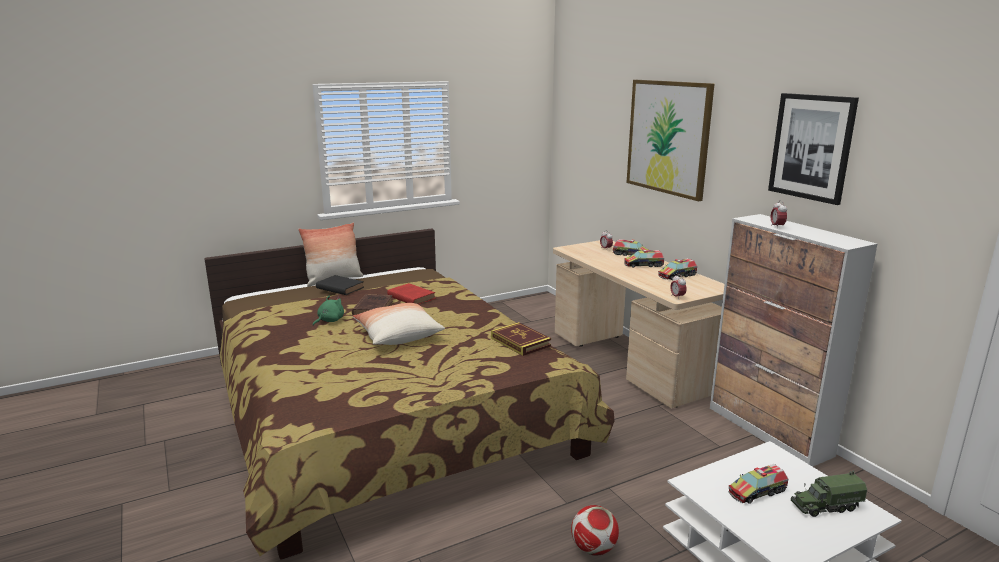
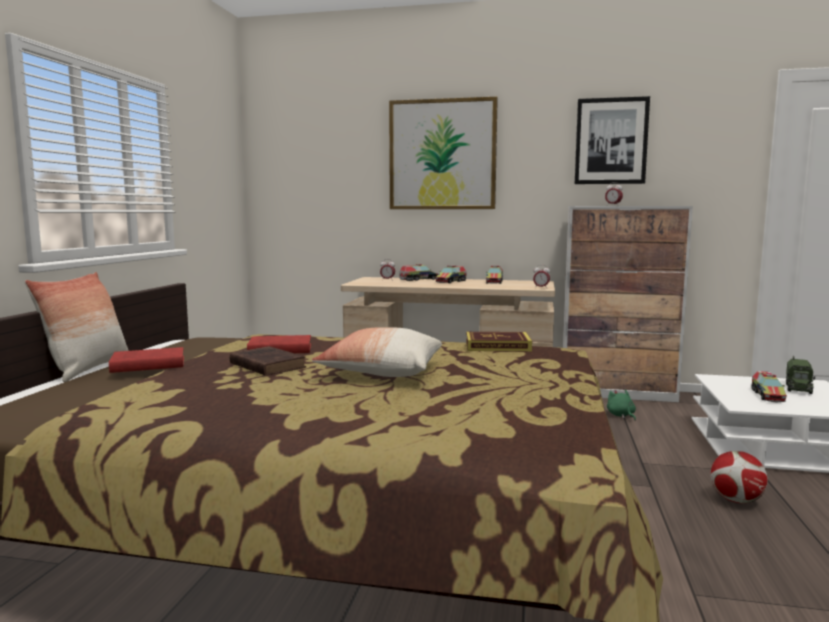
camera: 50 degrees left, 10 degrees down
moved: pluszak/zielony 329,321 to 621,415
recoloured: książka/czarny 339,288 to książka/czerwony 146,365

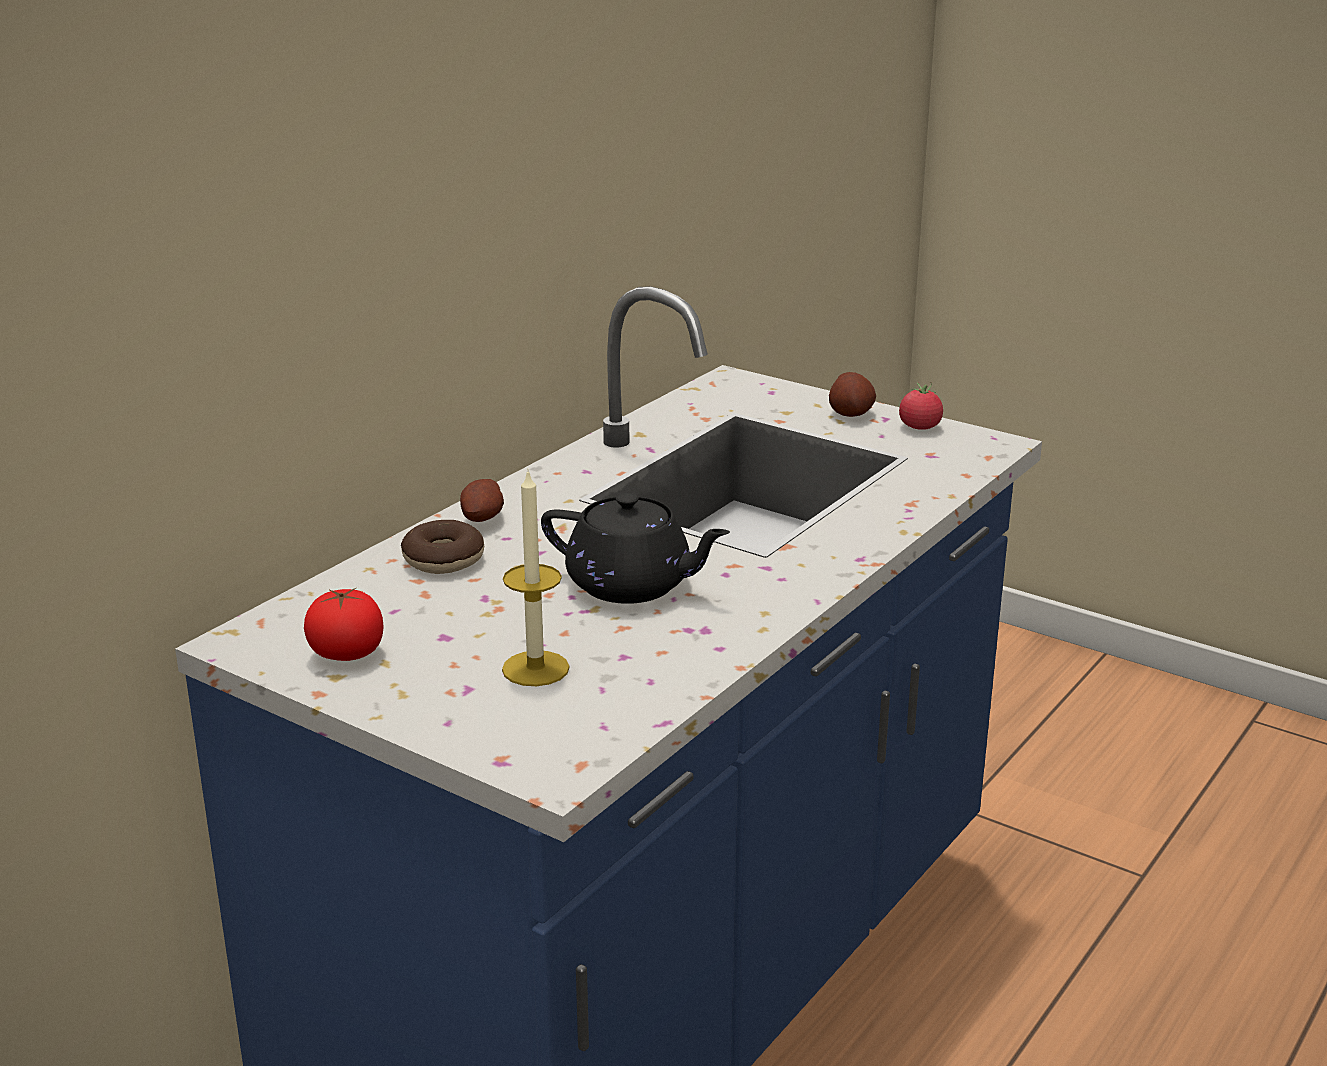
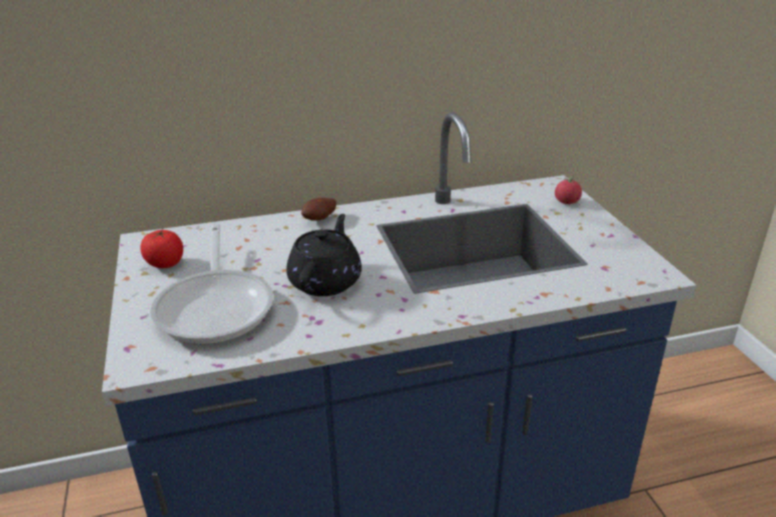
camera: 40 degrees right, 5 degrees up
removed: donut 443,559; ziemniak 851,413
moved: pomidor 919,427 to 566,202
replaced: świeca 535,668 to patelnia 216,306
turned: imbryk/czarny 632,585 = 326,281 135 degrees counterclockwise

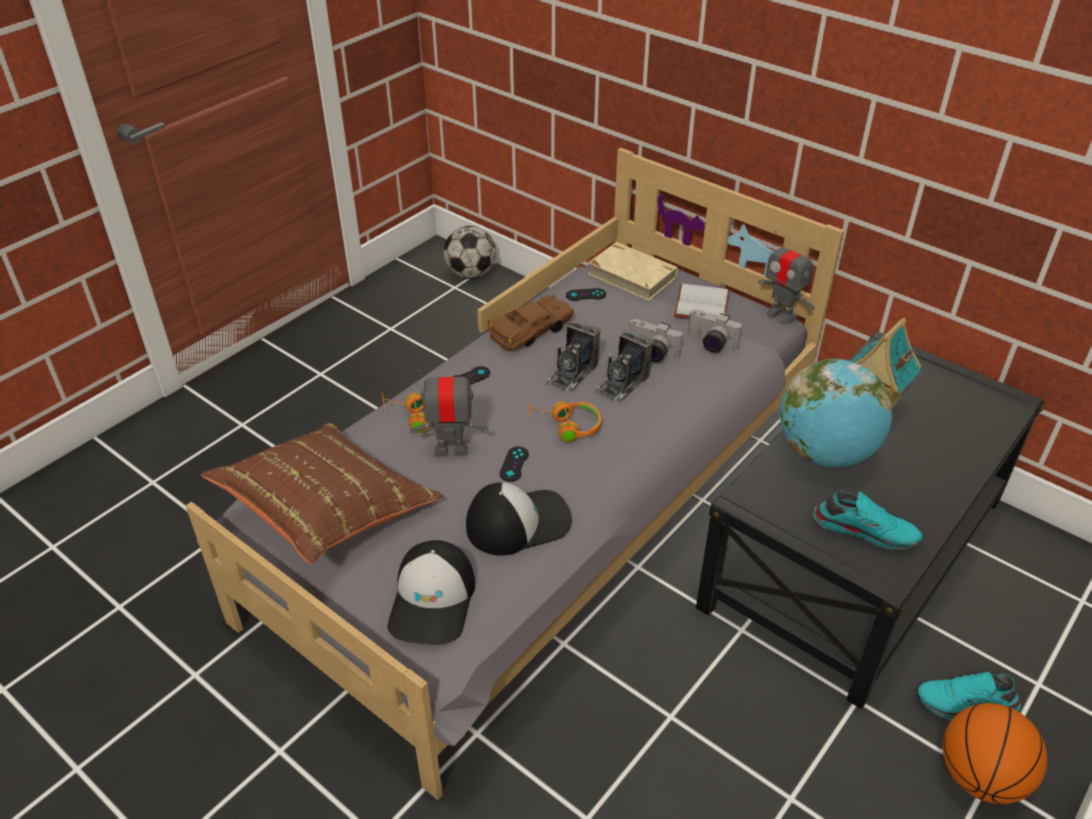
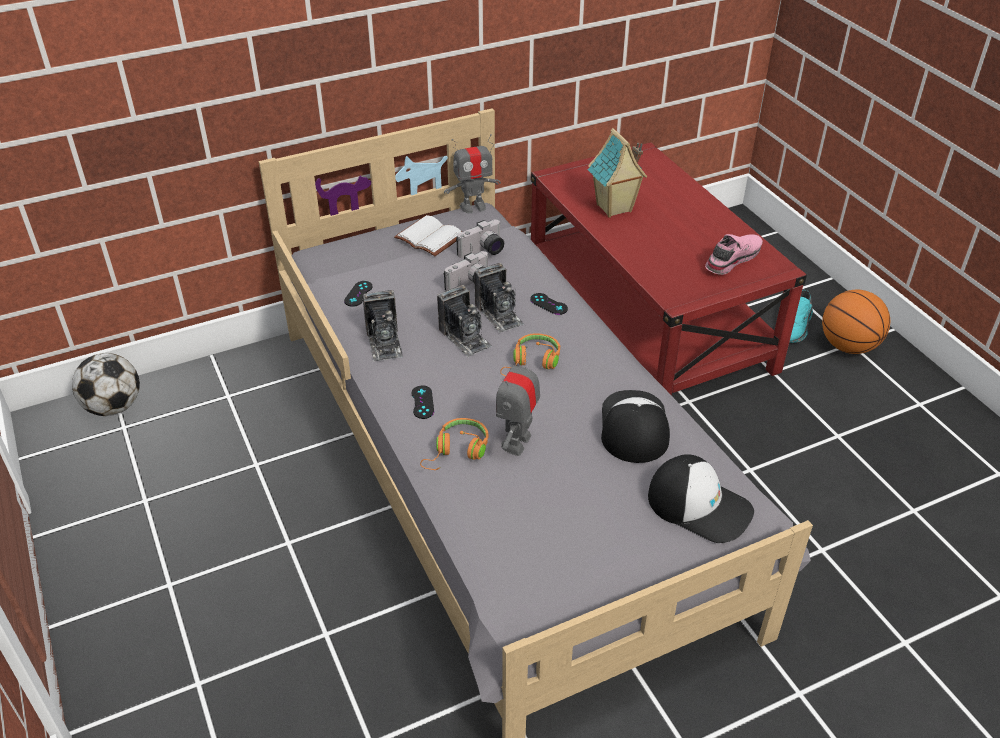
camera: 65 degrees left, 0 degrees up
removed: poduszka/brązowy 328,512; książka/beżowy 632,275; globus 825,453
moved: pad do gier/czarny 514,464 to 548,304
replaced: samochodzik/brązowy 532,331 to aparat fotograficzny 384,342
recoloured: ława/czarny 854,553 to ława/czerwony 647,317; but/turkusowy 865,529 to but/różowy 731,259

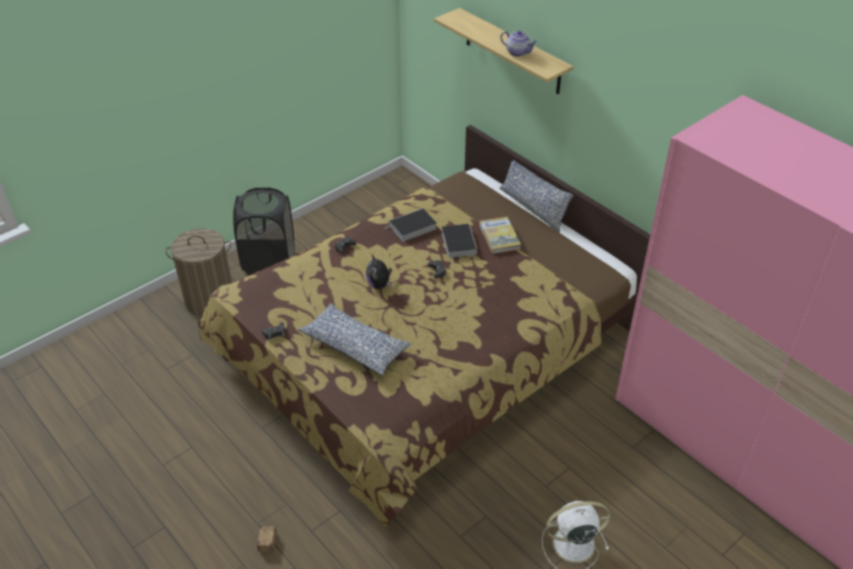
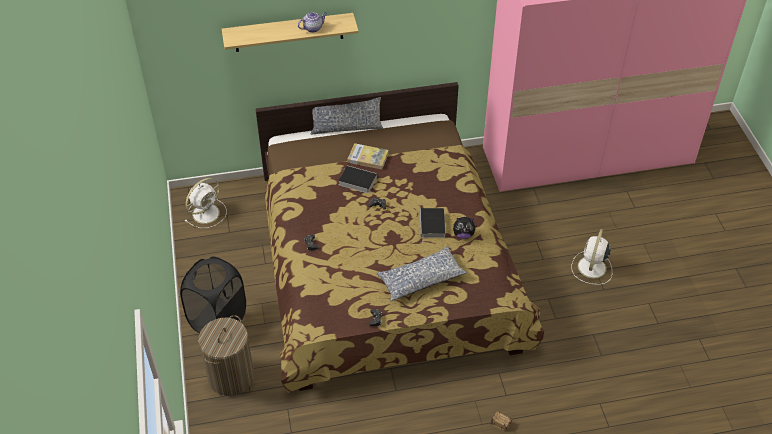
camera: 60 degrees left, 5 degrees up
added: wentylator/biały 207,213
moved: pluszak 379,285 to 463,235; książka 412,228 to 432,226

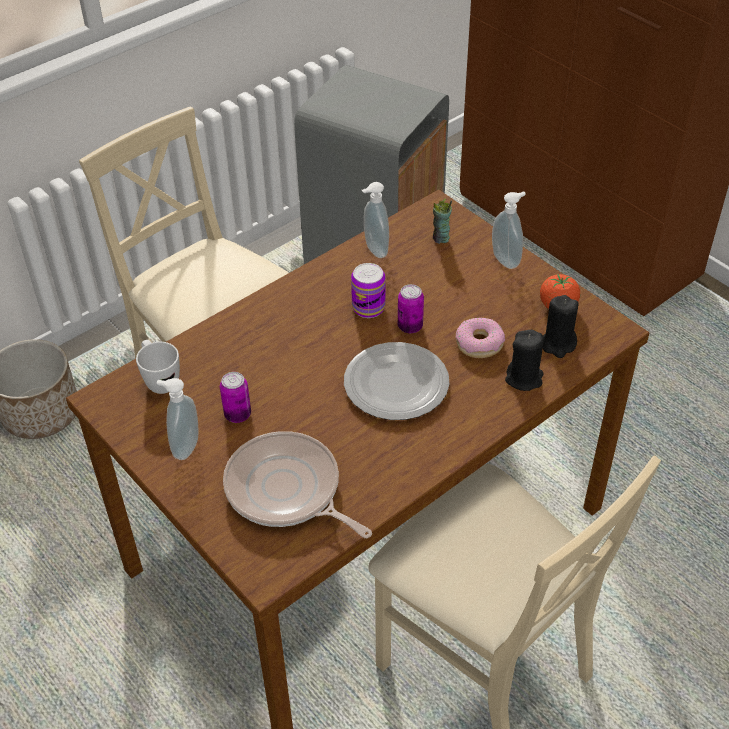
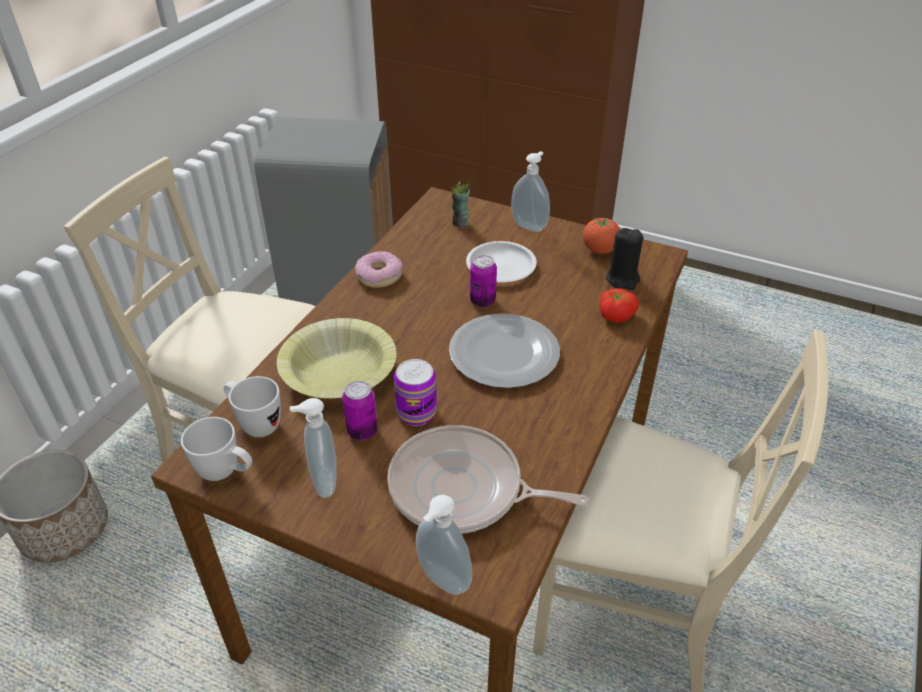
camera: 25 degrees left, 5 degrees down
added: kubek/biały 226,473; miska/żółty 339,372; talerz/biały 501,266
moved: puszka 368,308 to 416,413; dozownik mydła 374,250 to 441,581; donut 479,343 to 379,276
replaced: świeca/czarny 524,378 to pomidor 615,315

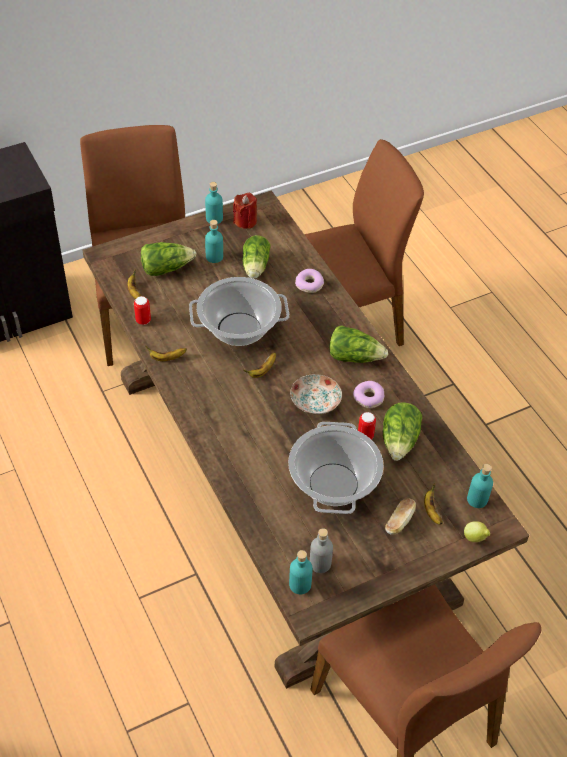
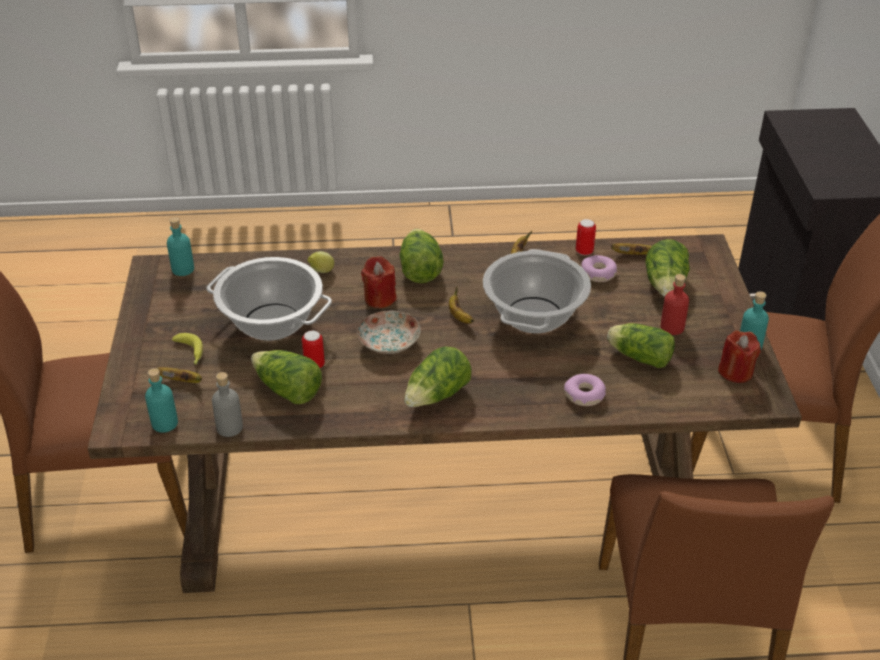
camera: 115 degrees right, 10 degrees down
added: świeca/czerwony 380,298; sałata 419,269
moved: butelka/szary 320,563 to 229,427; donut 369,398 to 598,274; cytryna 475,538 to 321,272
replaced: chleb 399,522 to banan 190,353
recoloured: butelka/turkusowy 214,257 to butelka/czerwony 672,327

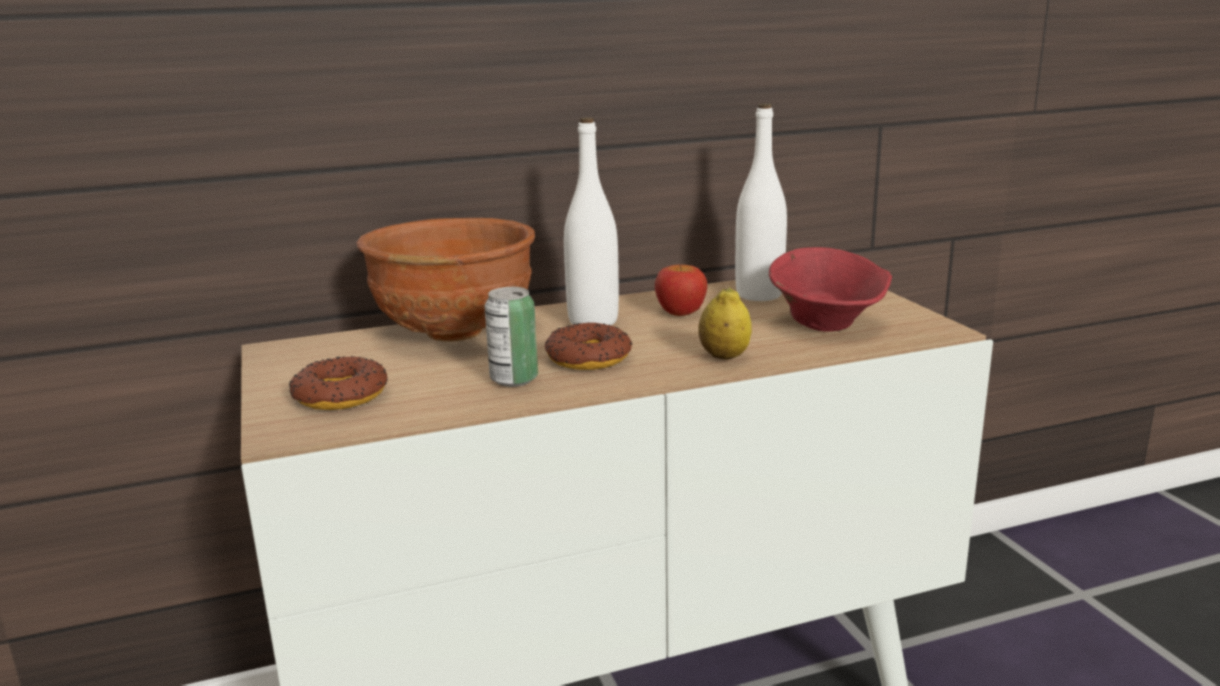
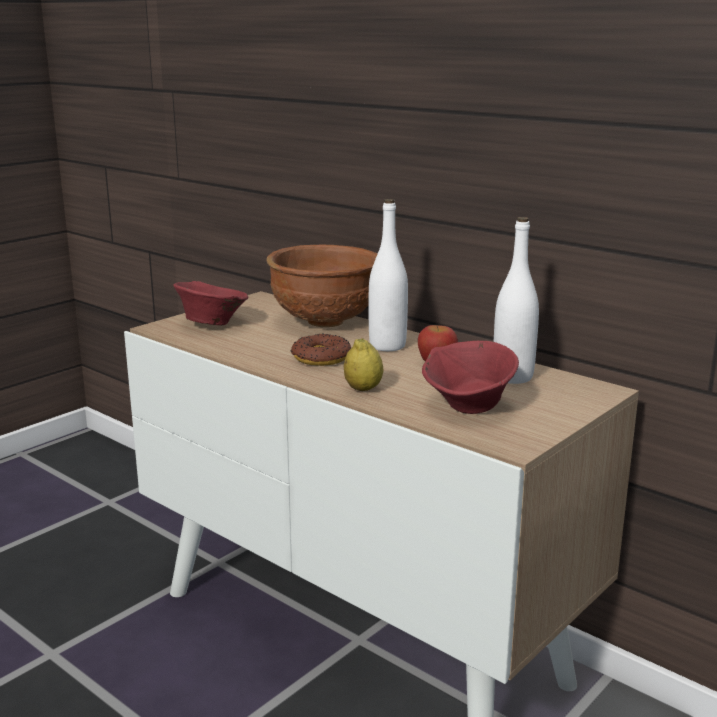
camera: 60 degrees right, 0 degrees up
removed: puszka 514,380
replaced: donut 340,395 to miska/czerwony 212,324

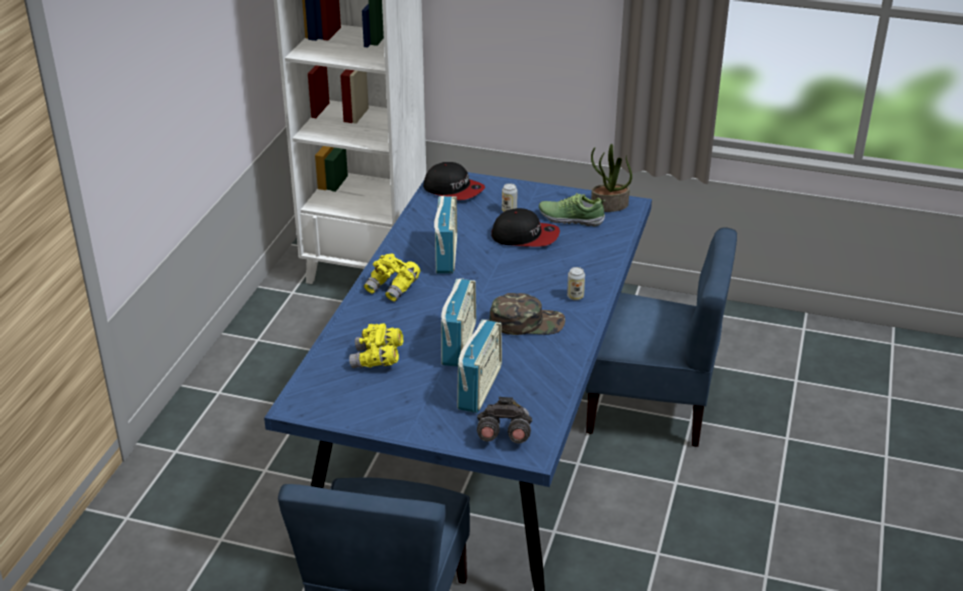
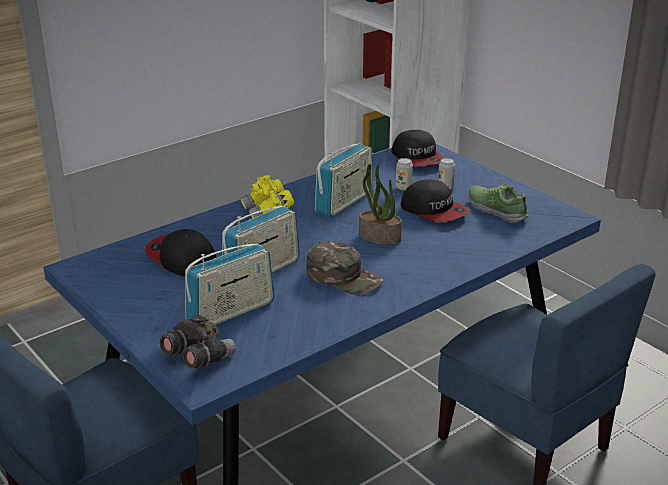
camera: 35 degrees right, 5 degrees down
moved: puszka 575,297 to 403,187; roślina doniczkowa 609,206 to 379,237
replaced: lornetka/żółty 377,360 to czapka z daszkiem 181,258

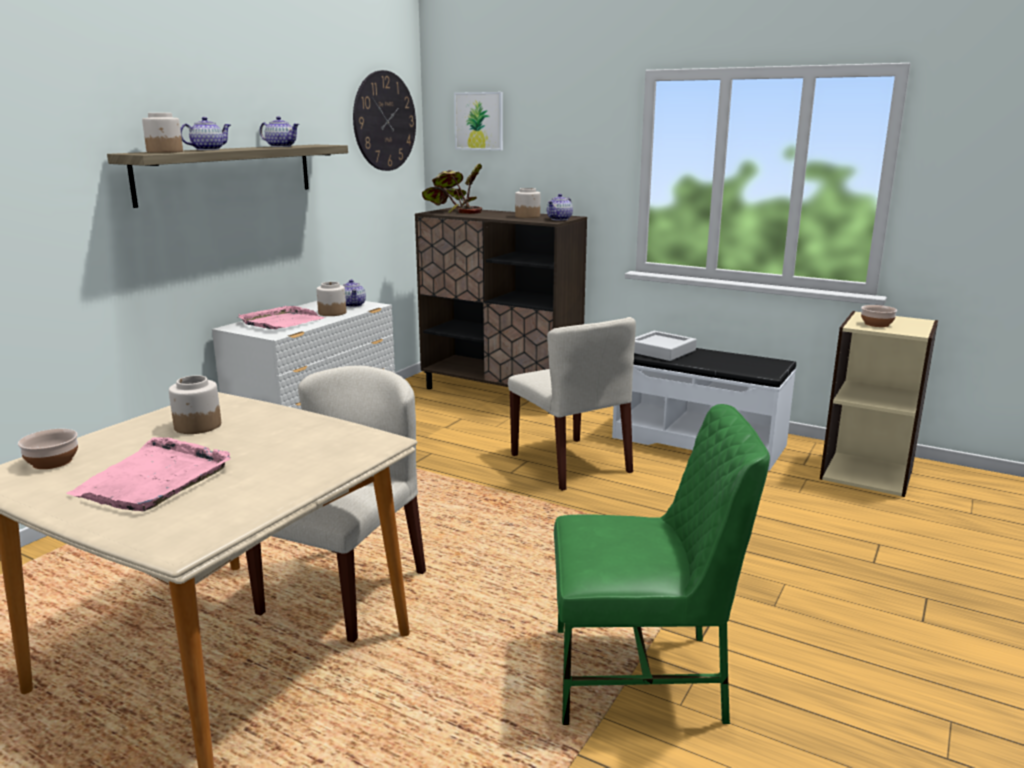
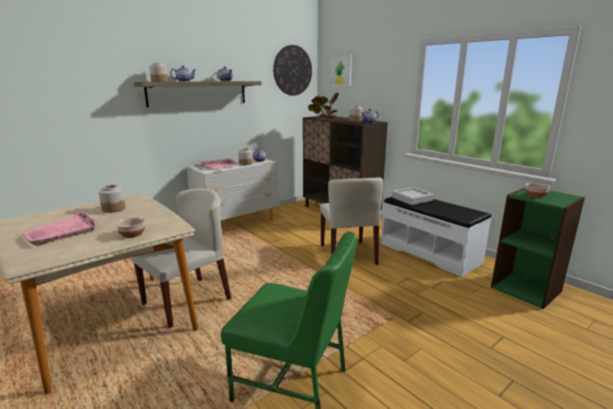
camera: 20 degrees right, 0 degrees up
moved: miska 53,461 to 132,234
recoloured: regał/beżowy 867,473 to regał/zielony 526,289

